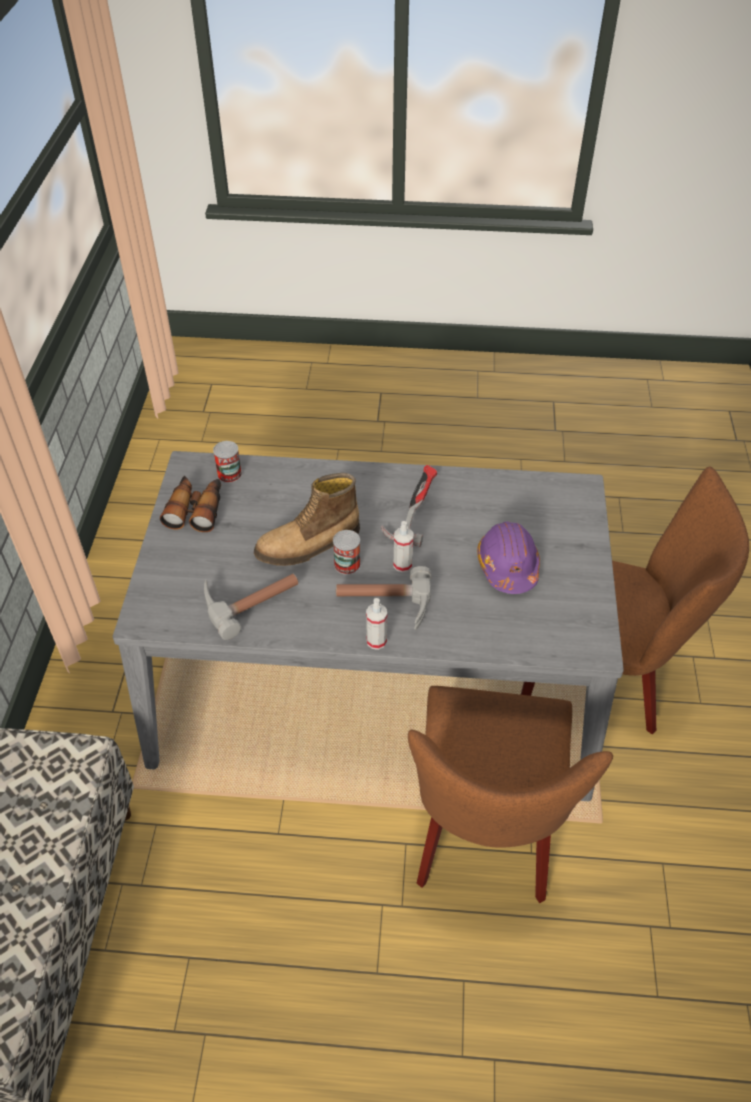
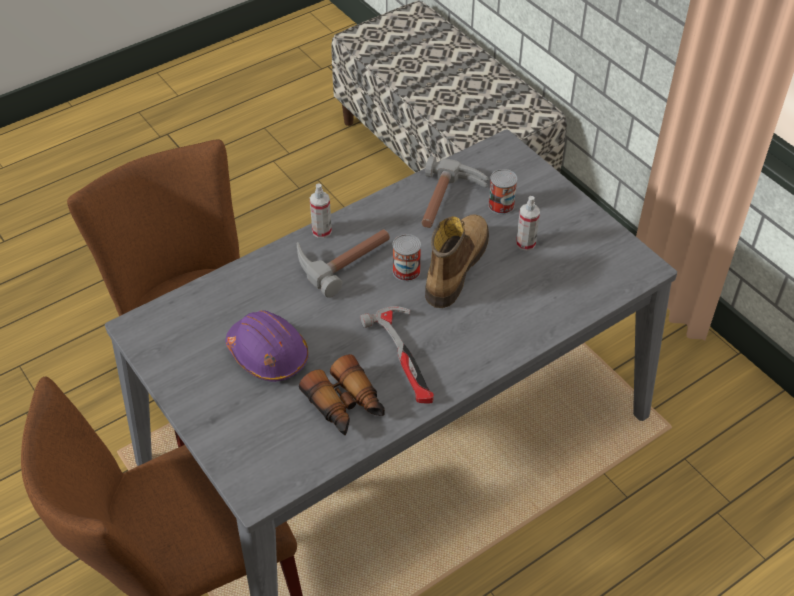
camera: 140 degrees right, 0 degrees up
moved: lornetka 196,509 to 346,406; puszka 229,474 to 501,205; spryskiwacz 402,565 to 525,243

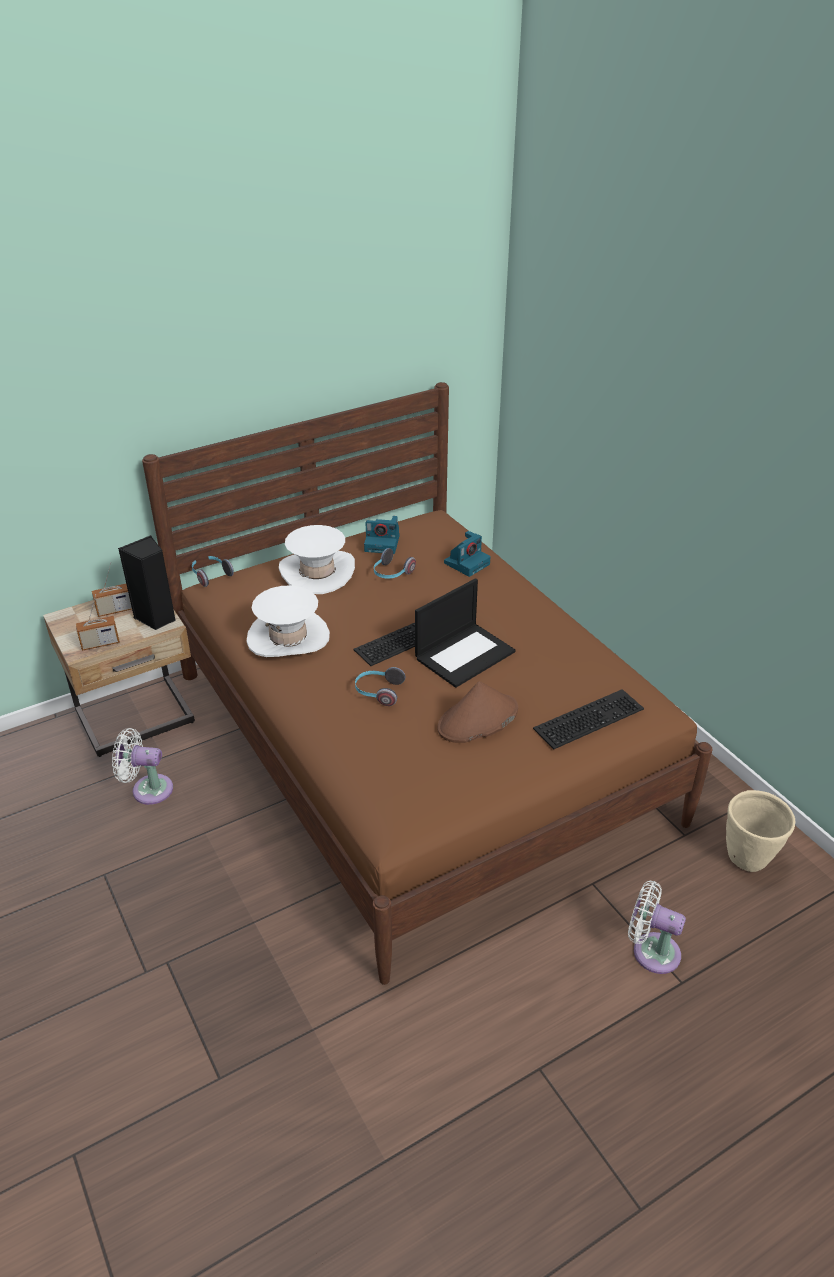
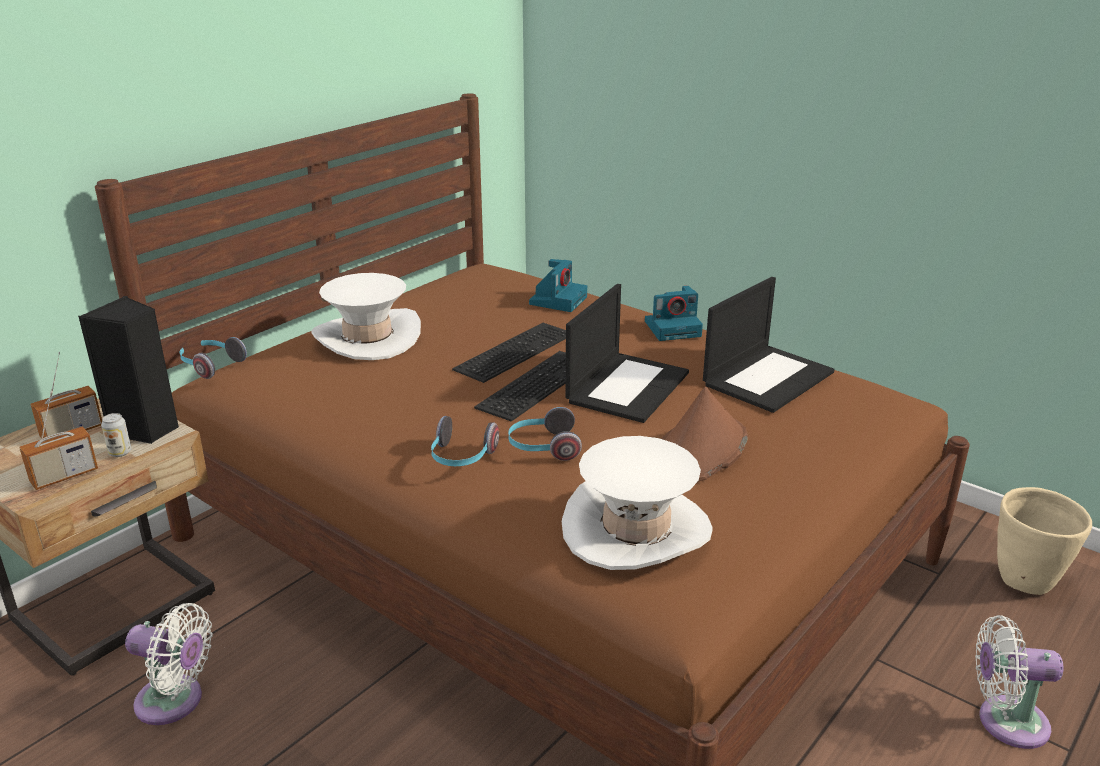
camera: 20 degrees left, 10 degrees down
added: puszka 120,452; laptop 767,377
moved: kapelusz/biały 288,637 to 636,529; aparat fotograficzny 383,543 to 673,328; słuchawki 391,573 to 461,458; klawiatura 588,717 to 514,350
turned: wentylator/biały 148,789 = 175,702 150 degrees counterclockwise

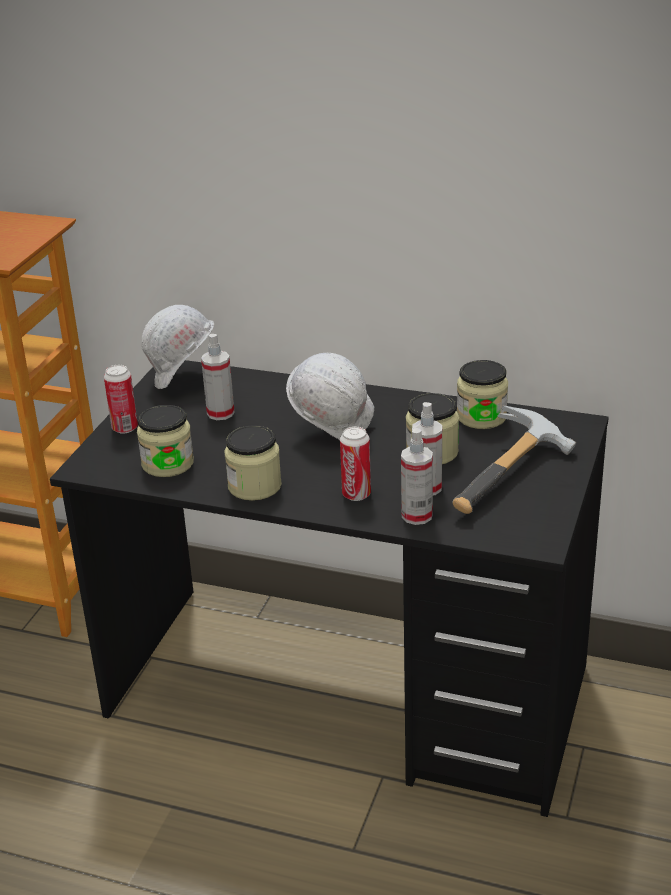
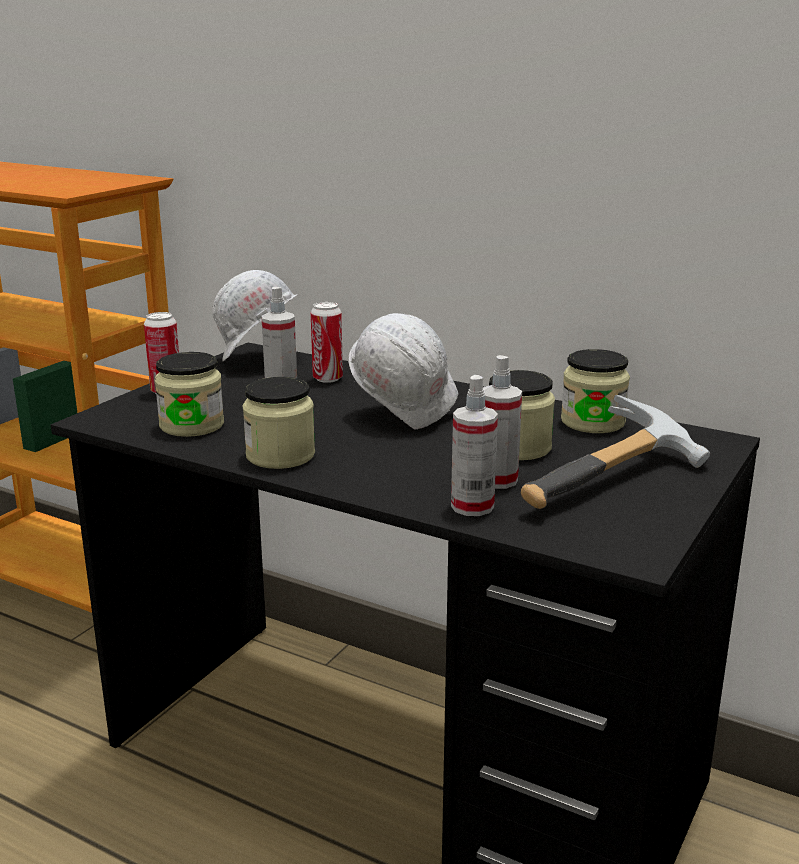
camera: 10 degrees right, 10 degrees down
moved: puszka 356,494 to 327,378

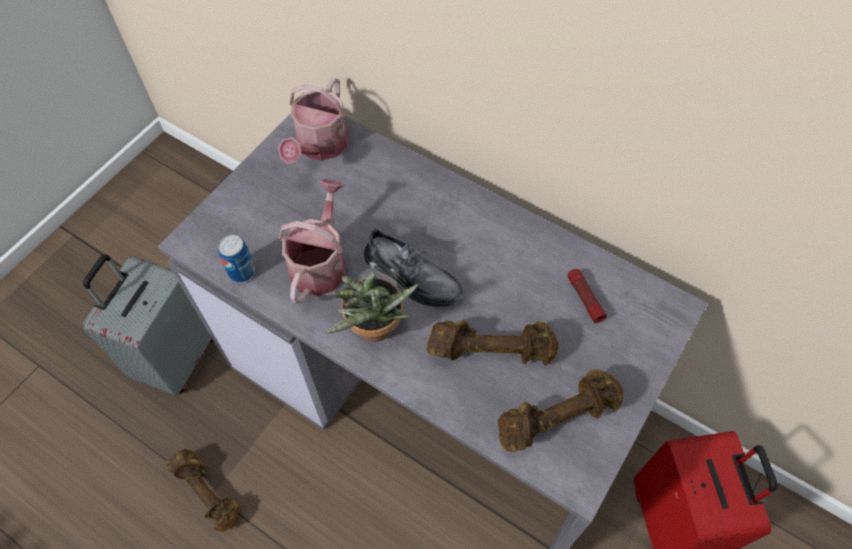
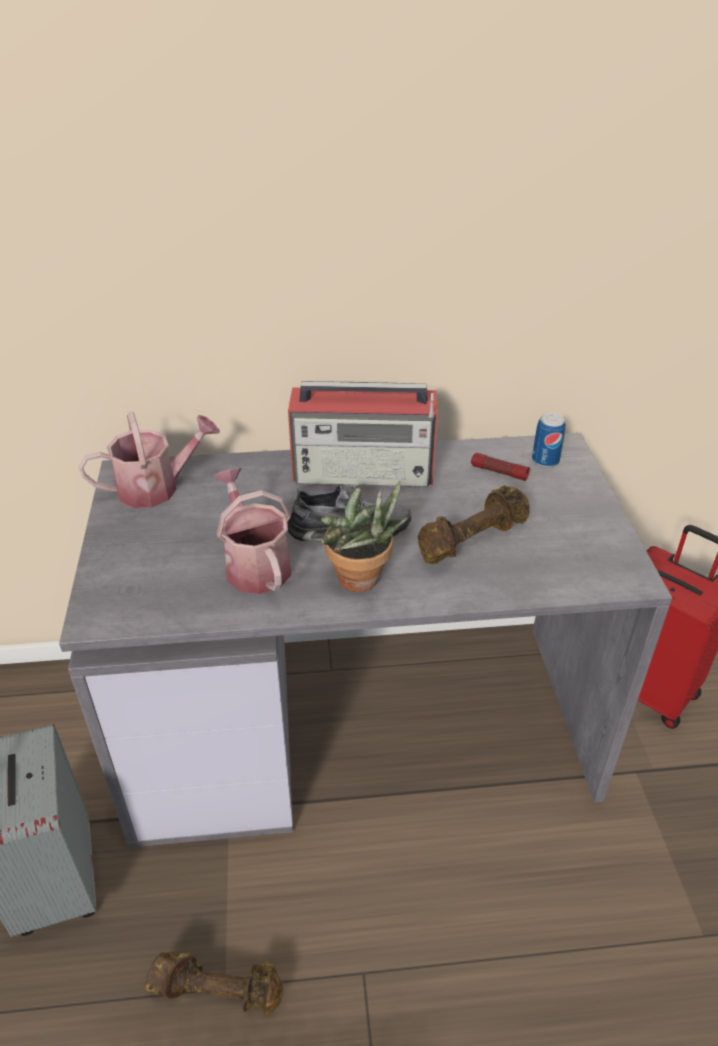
camera: 40 degrees left, 20 degrees down
removed: hantel/brązowy 556,417
added: radio 365,471
moved: puszka 242,271 to 545,460
turned: konewka 319,147 = 157,487 90 degrees counterclockwise

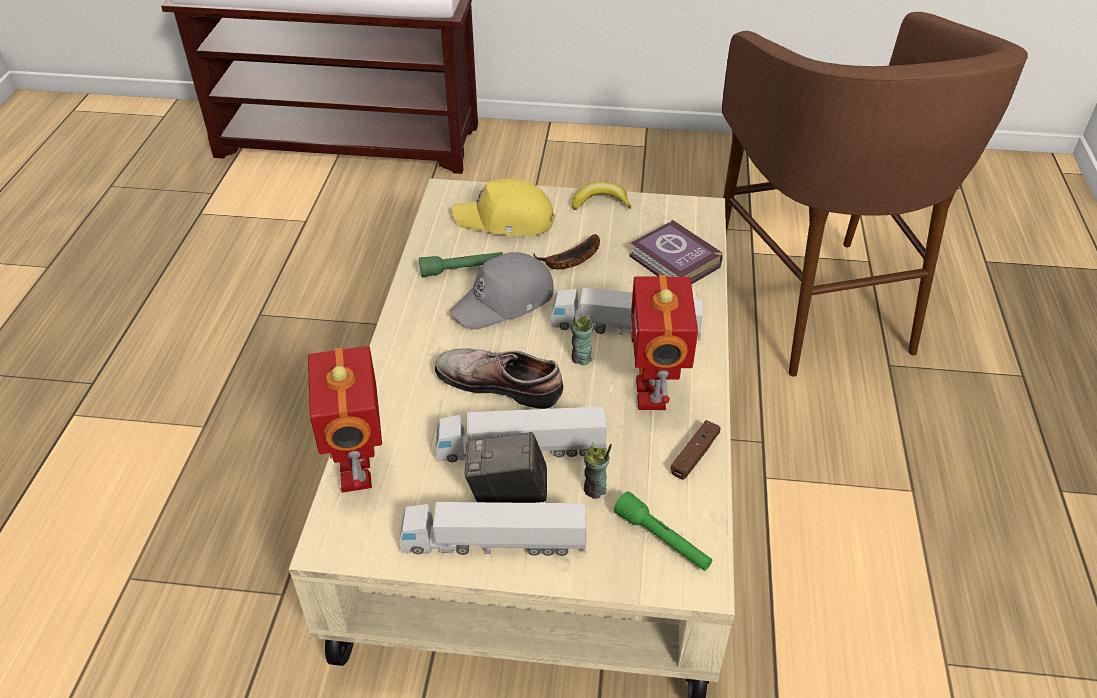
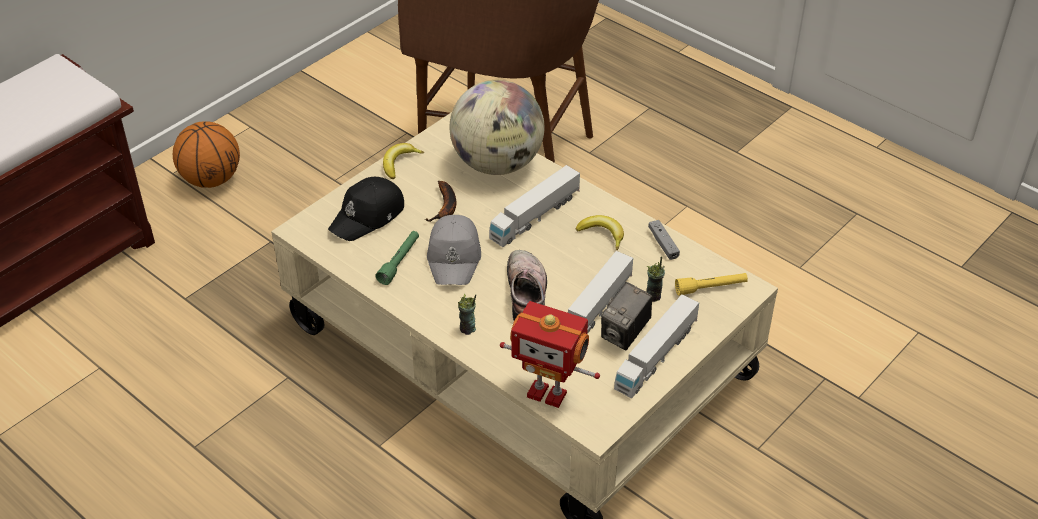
camera: 55 degrees left, 0 degrees up
added: piłka do koszykówki 211,180
moved: filiżanka 581,358 to 467,329
replaced: książka 675,263 to globus 497,164; robot zabawkowy 654,394 to banan 602,234
recoloured: czapka z daszkiem/żółty 505,220 to czapka z daszkiem/czarny 368,216; latarka/zielony 662,540 to latarka/żółty 711,288; pad do gier/brązowy 694,455 to pad do gier/szary 663,244
turned: but 501,381 = 529,293 120 degrees clockwise

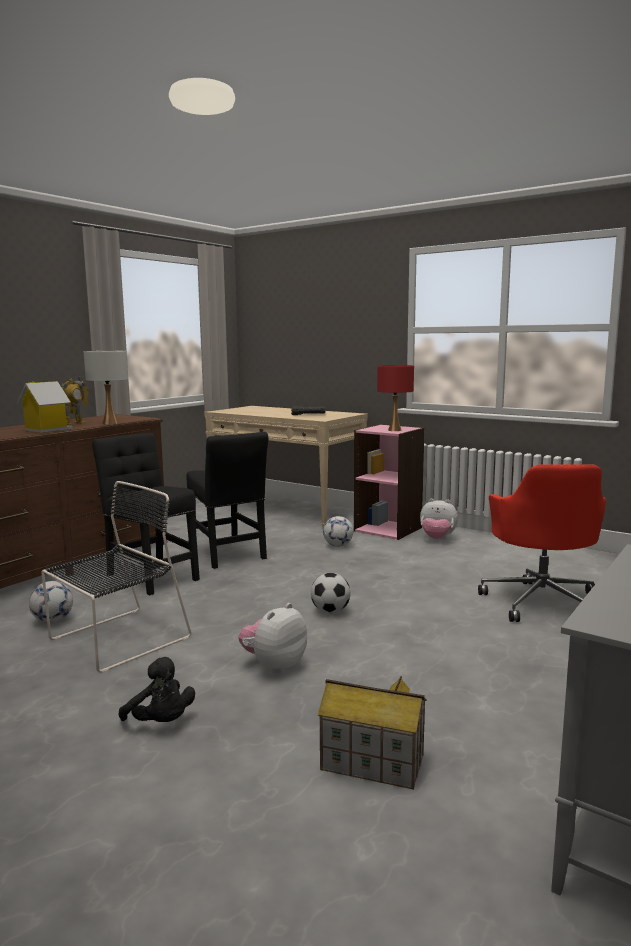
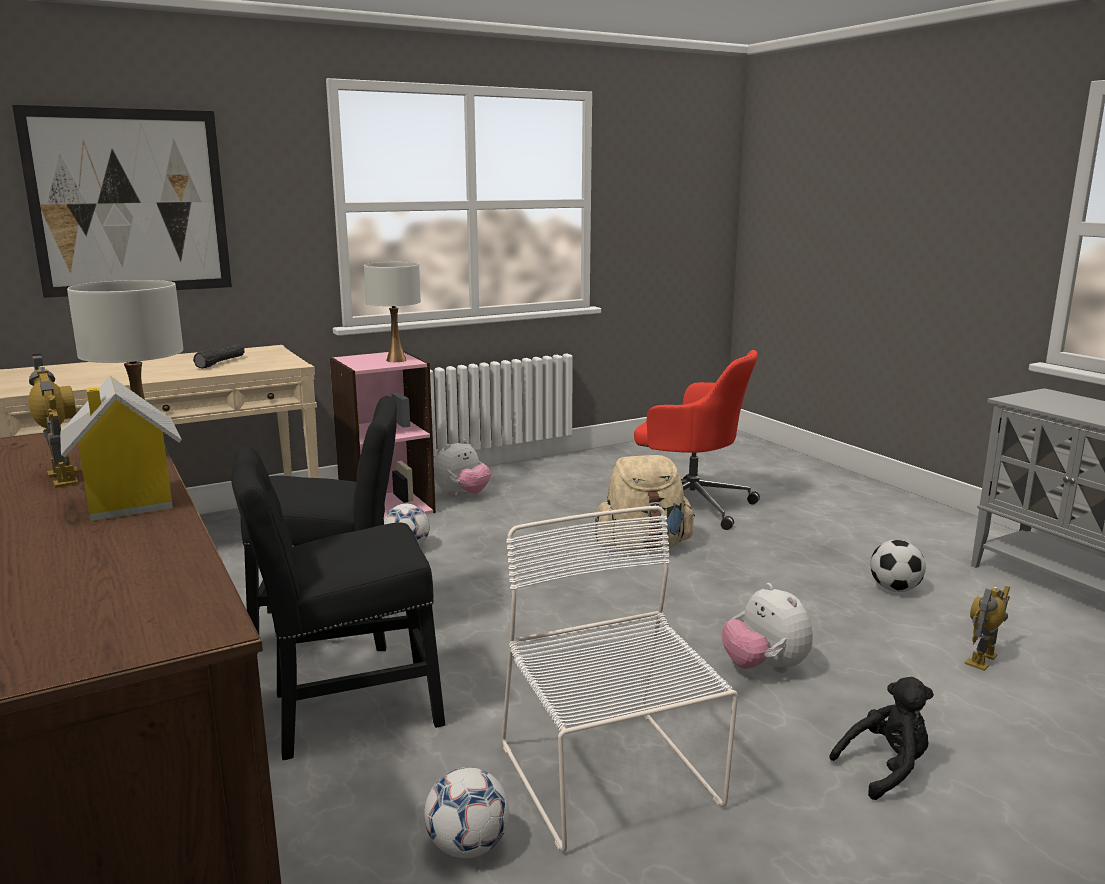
camera: 65 degrees left, 5 degrees up
added: obraz 130,202; plecak/beżowy 643,548
moved: piłka futbolowa 330,611 to 894,589
replaced: domek 371,762 to robot zabawkowy 982,660
recoloured: krzesło/czarny 116,640 to krzesło/biały 611,780; lampa stołowa/czerwony 394,430 to lampa stołowa/biały 396,360

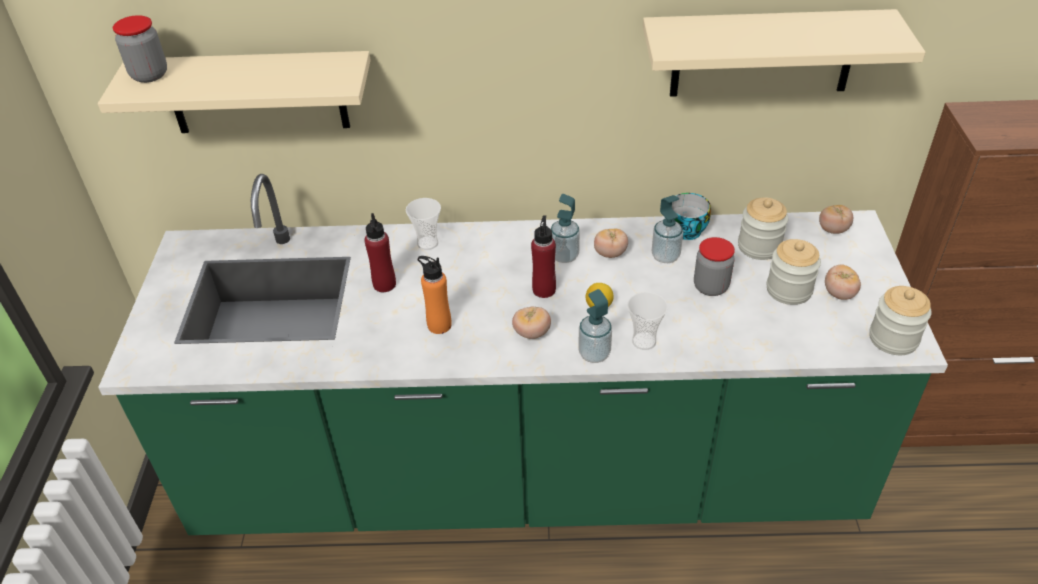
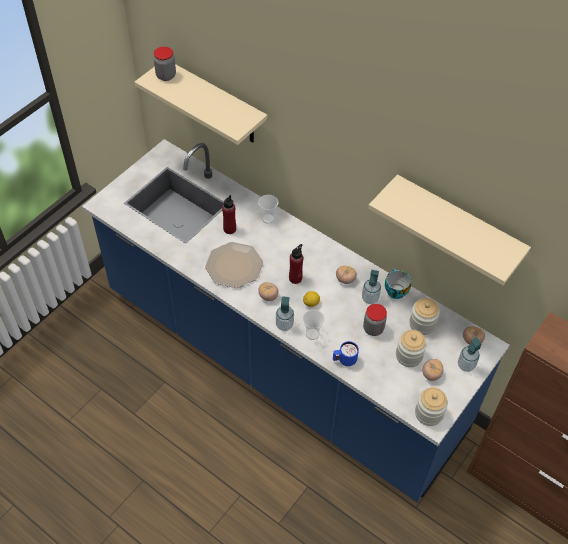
camera: 35 degrees right, 10 degrees up
added: kubek/niebieski 344,360
moved: dozownik mydła 564,256 to 466,365
replaced: butelka/pomarańczowy 439,325 to talerz 233,265
recoloured: zabudowa kuchenna/zielony 526,474 to zabudowa kuchenna/niebieski 281,362

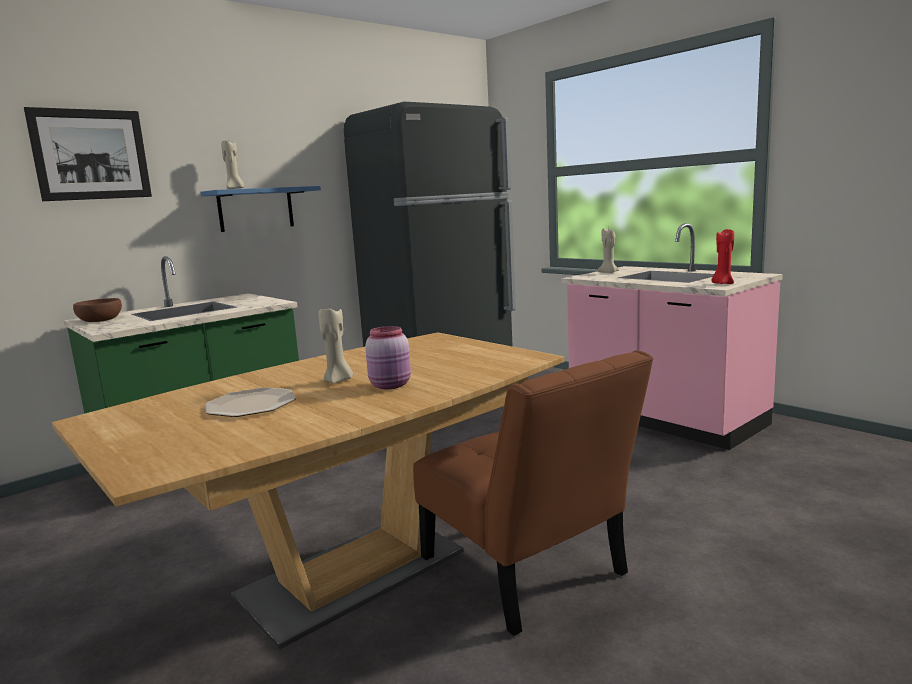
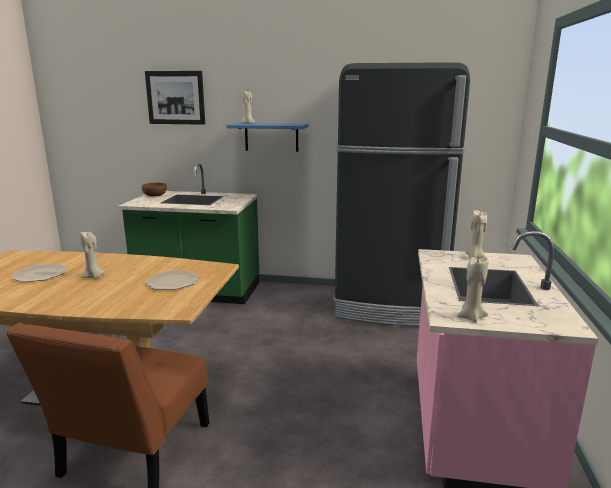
camera: 50 degrees right, 5 degrees up
removed: słoik/różowy 391,385
added: talerz 172,282
recoloured: świeca/czerwony 722,283 to świeca/beżowy 471,317

